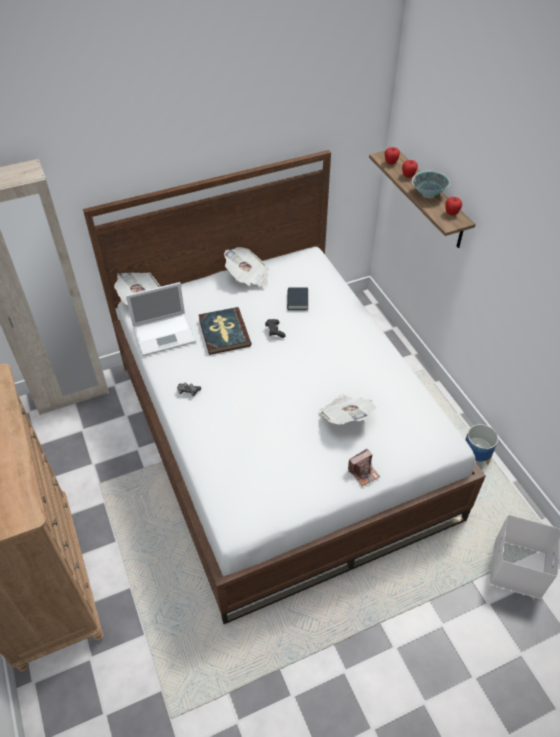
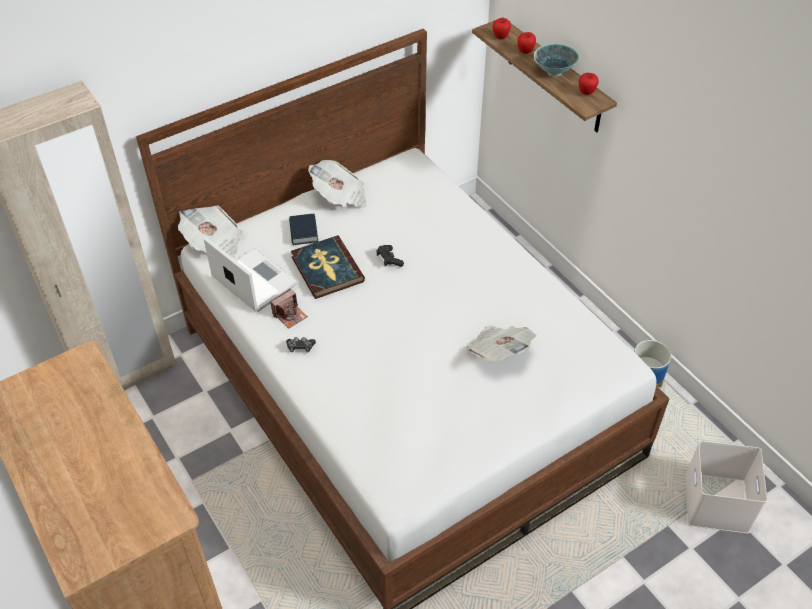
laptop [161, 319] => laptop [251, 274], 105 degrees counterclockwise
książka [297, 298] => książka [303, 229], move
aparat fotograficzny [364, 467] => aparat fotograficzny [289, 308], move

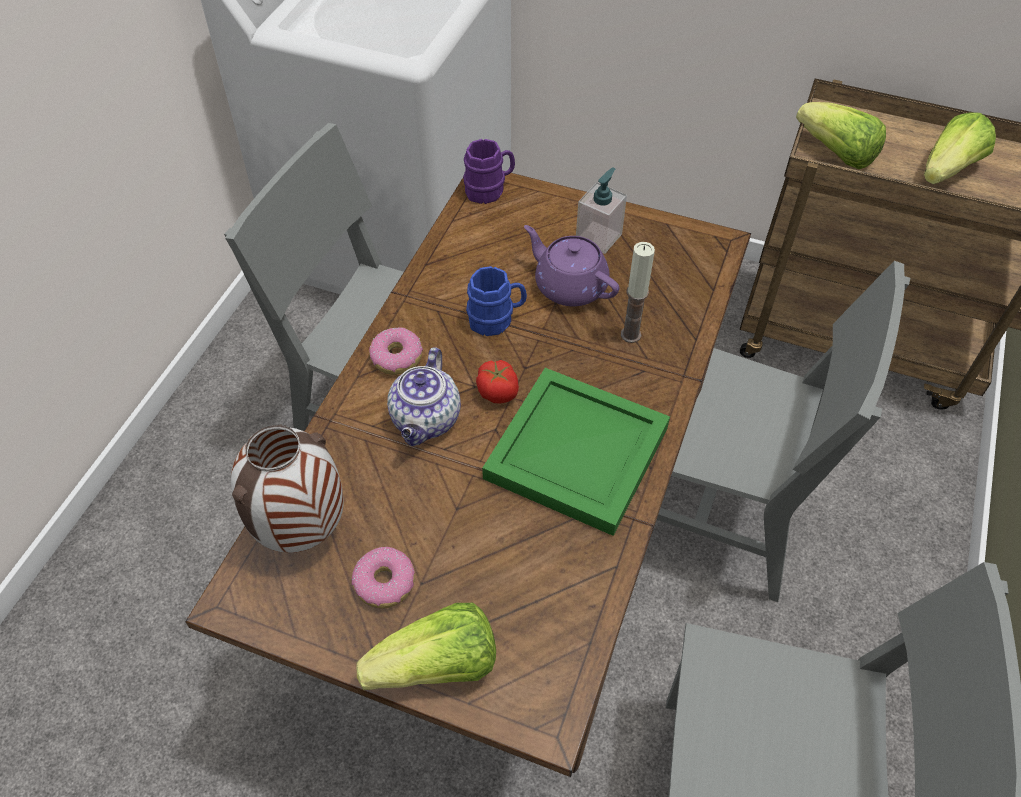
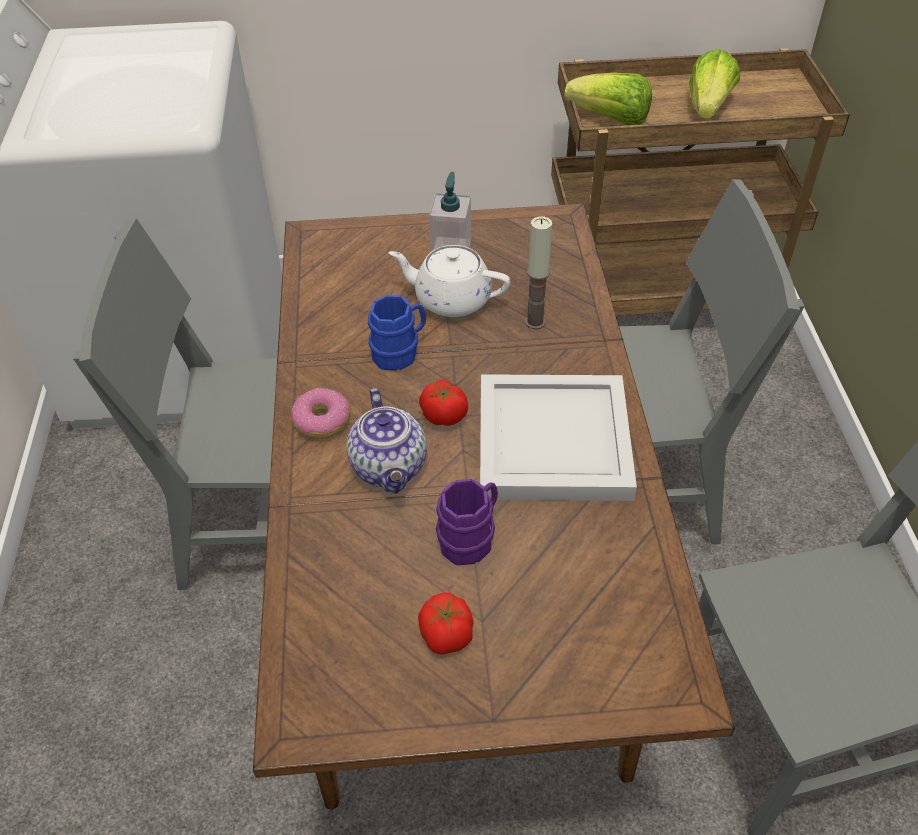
kubek/fioletowy [489, 171] => kubek/fioletowy [467, 522], move
imbryk/fioletowy [571, 265] => imbryk/biały [449, 281]
taca/zielony [576, 452] => taca/biały [558, 437]
wazon [287, 488] => nothing
donut [383, 577] => pomidor [446, 624]
sałata [426, 646] => nothing

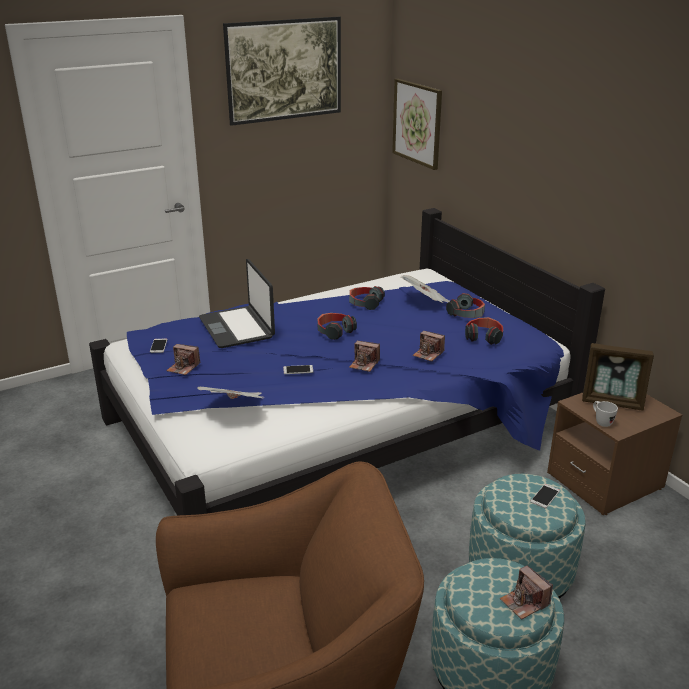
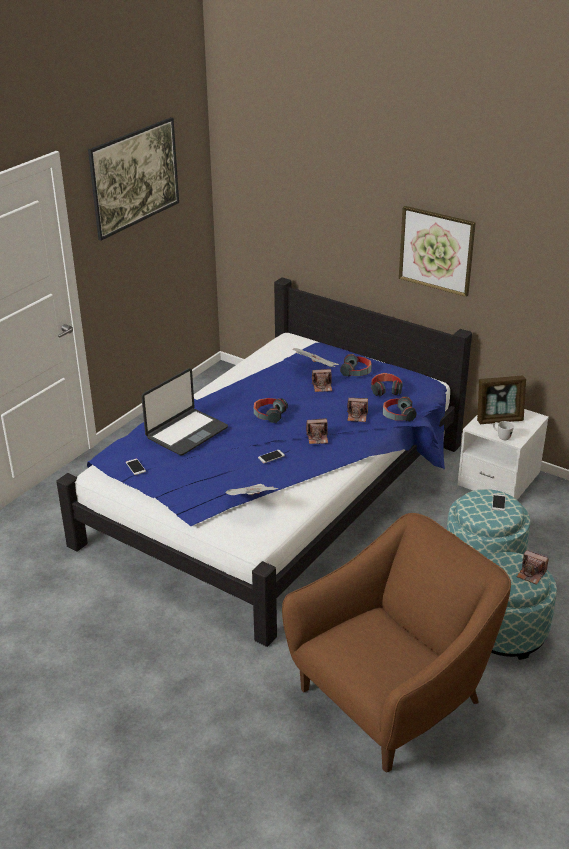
obraz [417, 124] => obraz [437, 251], move
laptop [237, 303] => laptop [184, 411], 90 degrees counterclockwise
słuchawki [367, 298] => słuchawki [400, 409], move
aparat fotograficzny [183, 359] => aparat fotograficzny [322, 380], move
szafka nocna/brązowy [614, 454] => szafka nocna/biały [503, 454]

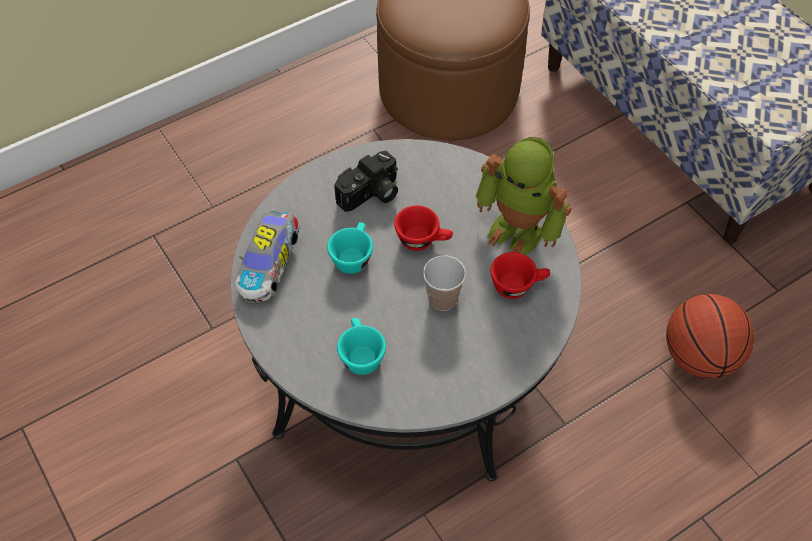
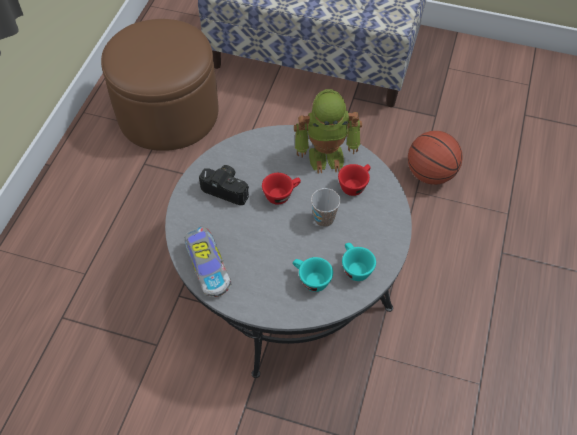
aparat fotograficzny [366, 181] => aparat fotograficzny [224, 185], 75 degrees counterclockwise
filiżanka/turkusowy [350, 248] => filiżanka/turkusowy [359, 262], move

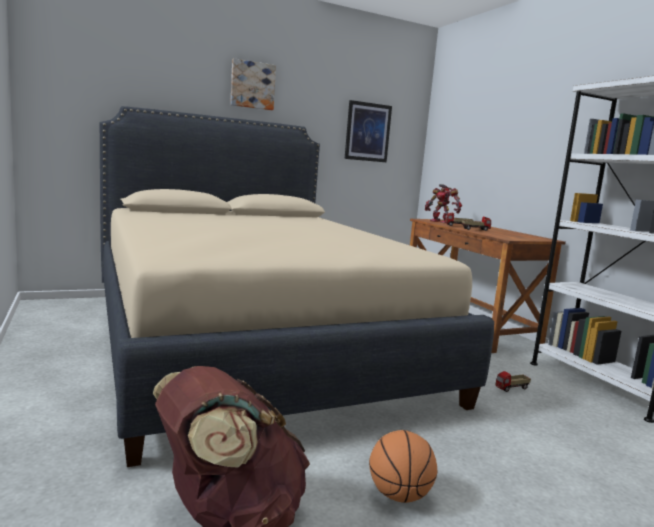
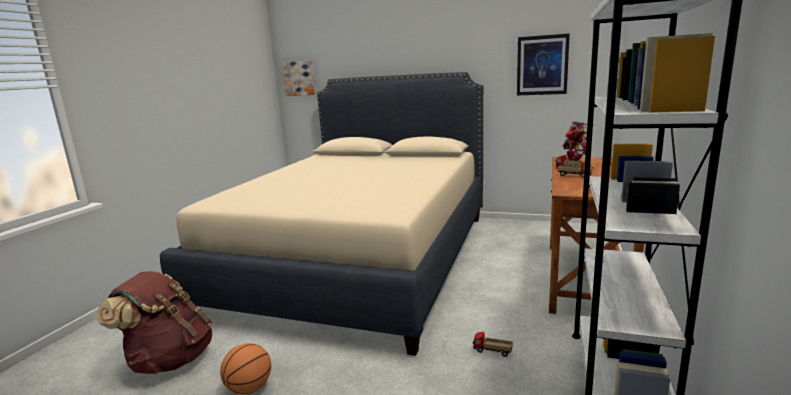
obraz [253, 84] => obraz [299, 78], move

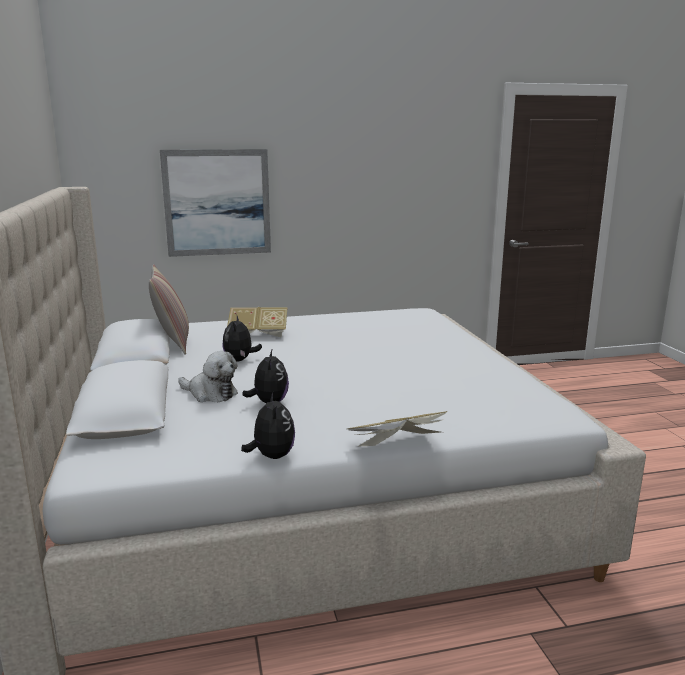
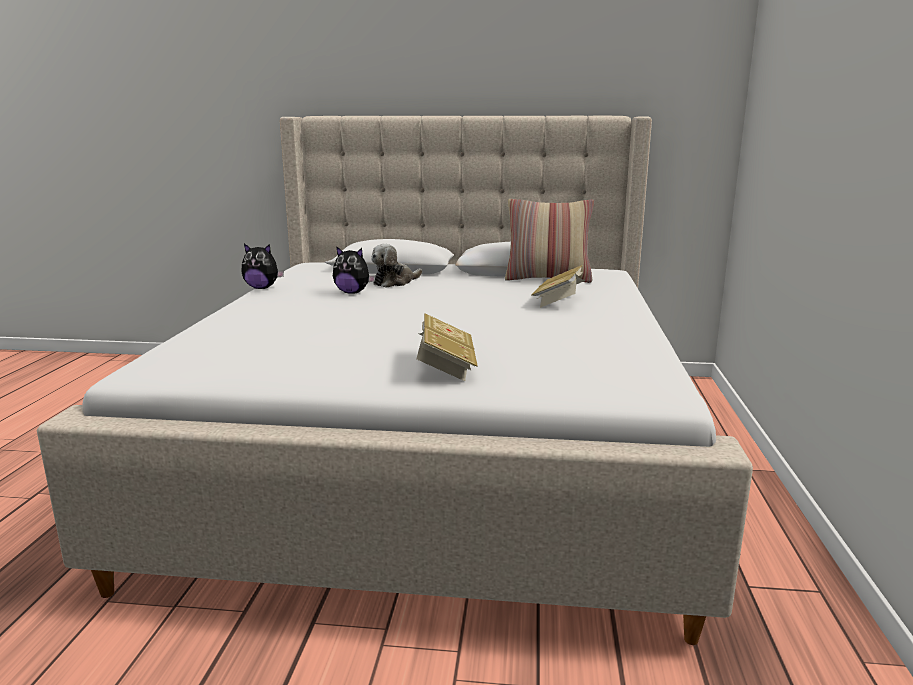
obraz [215, 203] => nothing
pluszak [242, 338] => nothing
książka [397, 429] => książka [447, 347], move

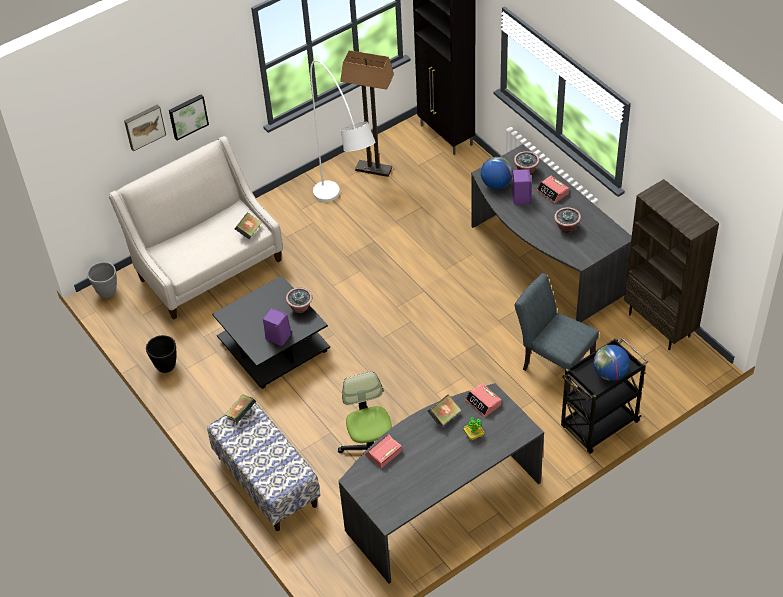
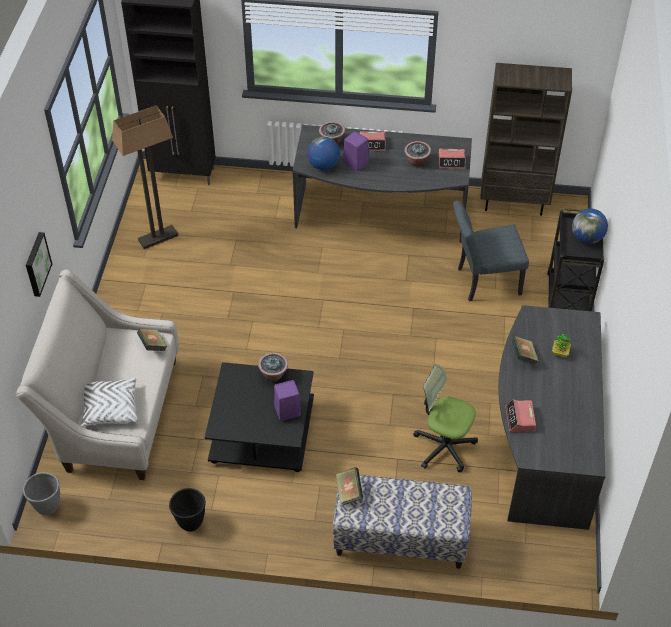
lampa stojąca/biały [342, 131] => nothing
obraz [145, 127] => nothing
budzik [483, 400] => budzik [452, 159], move
nothing => poduszka/biały [109, 402]

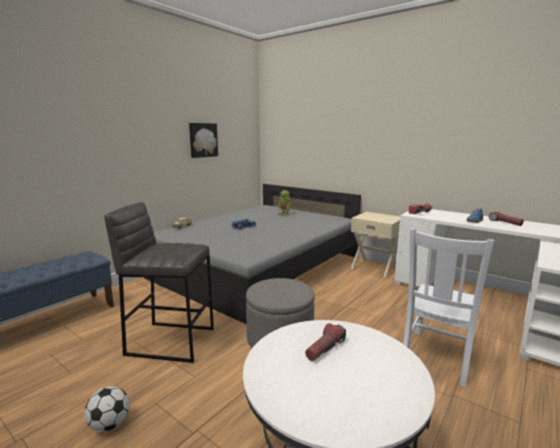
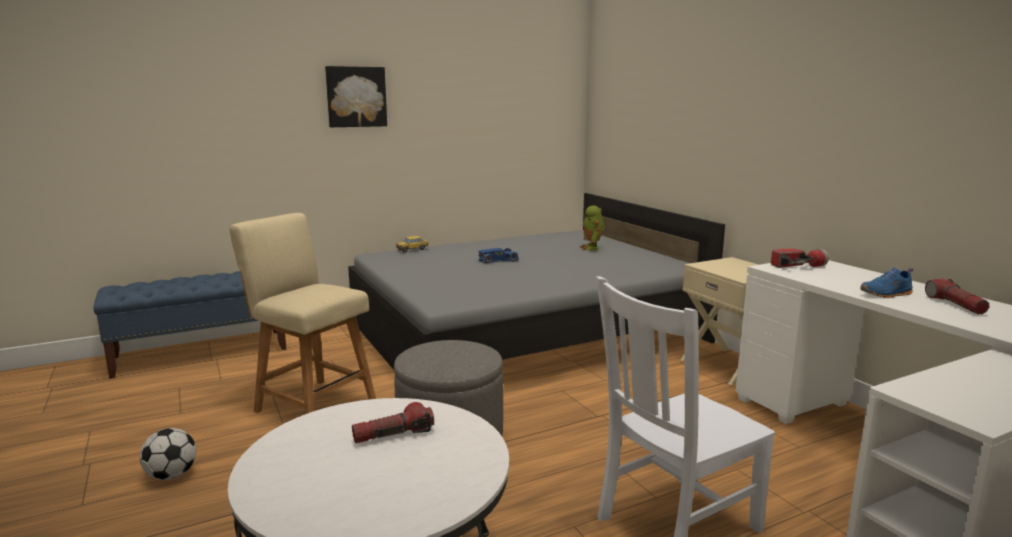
obraz [203, 140] => obraz [356, 96], move
stołek/szary [159, 282] => krzesło/beżowy [303, 313]

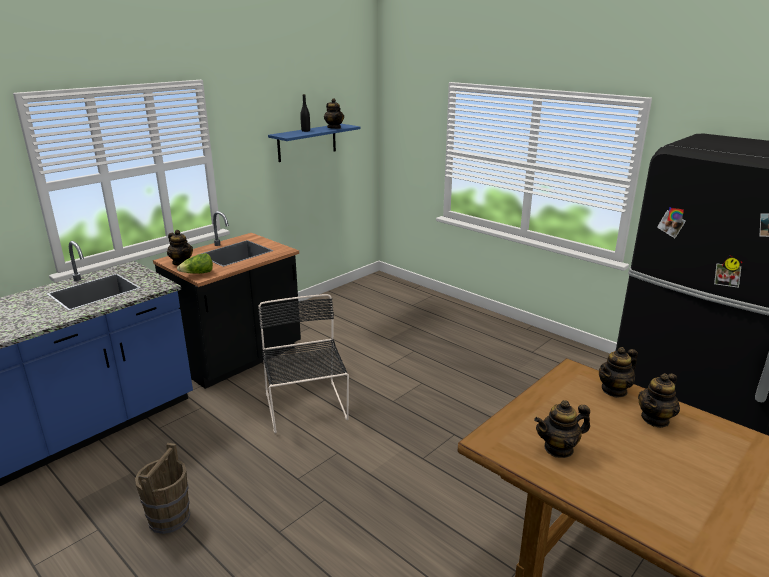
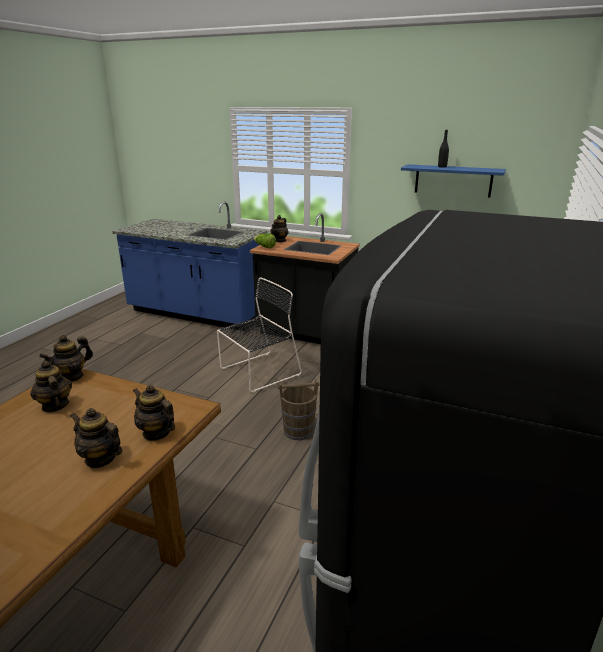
imbryk [334, 113] => imbryk [66, 358], move
wiadro/brązowy [162, 488] => wiadro/brązowy [298, 409], move

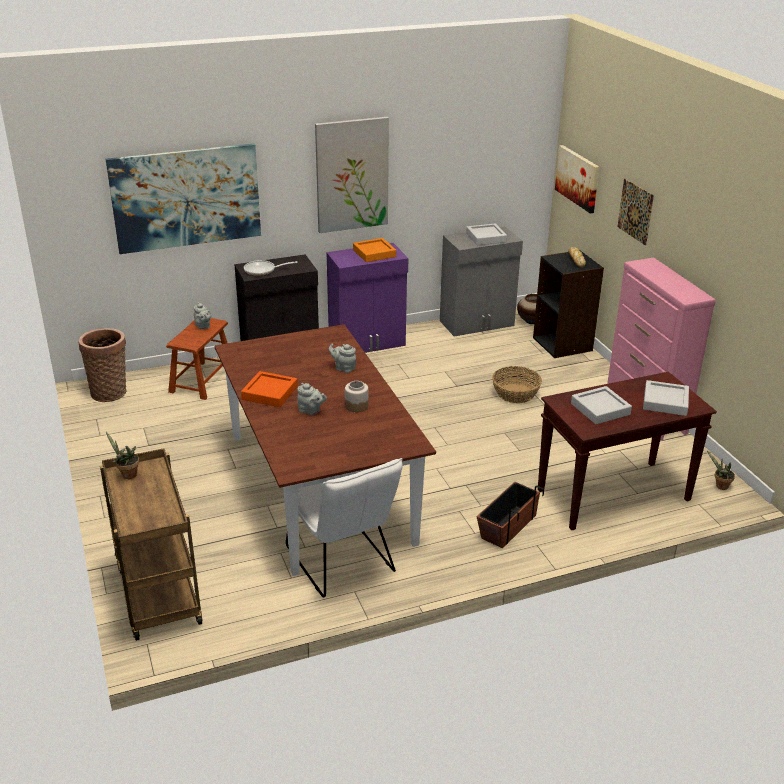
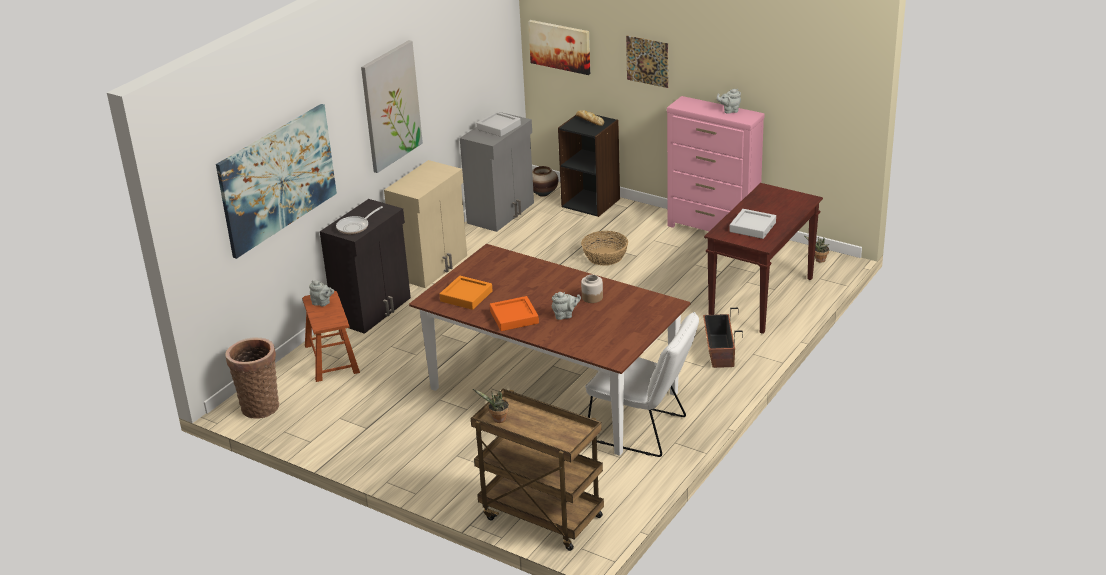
taca/pomarańczowy [374, 250] => taca/pomarańczowy [466, 293], move
szafka/fioletowy [367, 298] => szafka/beżowy [425, 224]
imbryk/szary [342, 358] => imbryk/szary [729, 101], move
taca/szary [666, 398] => nothing

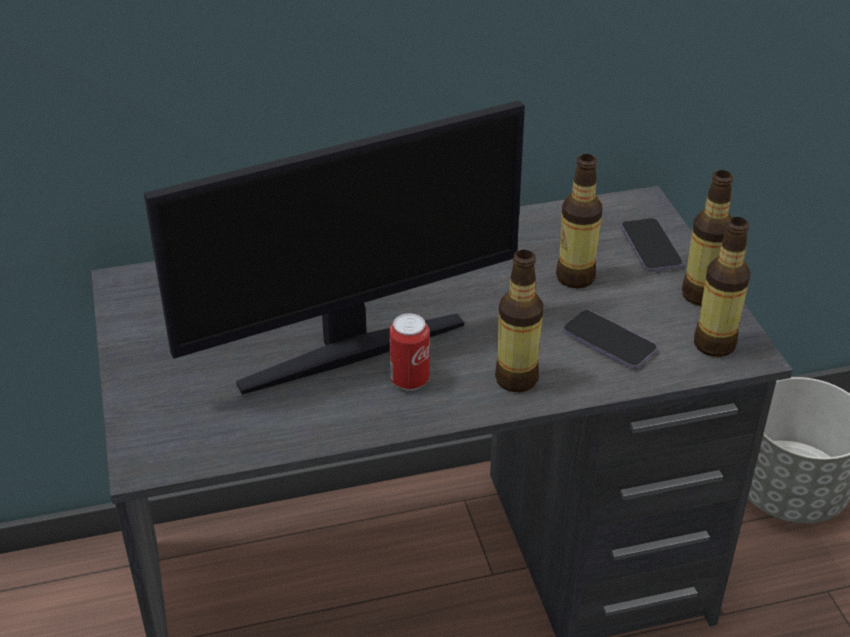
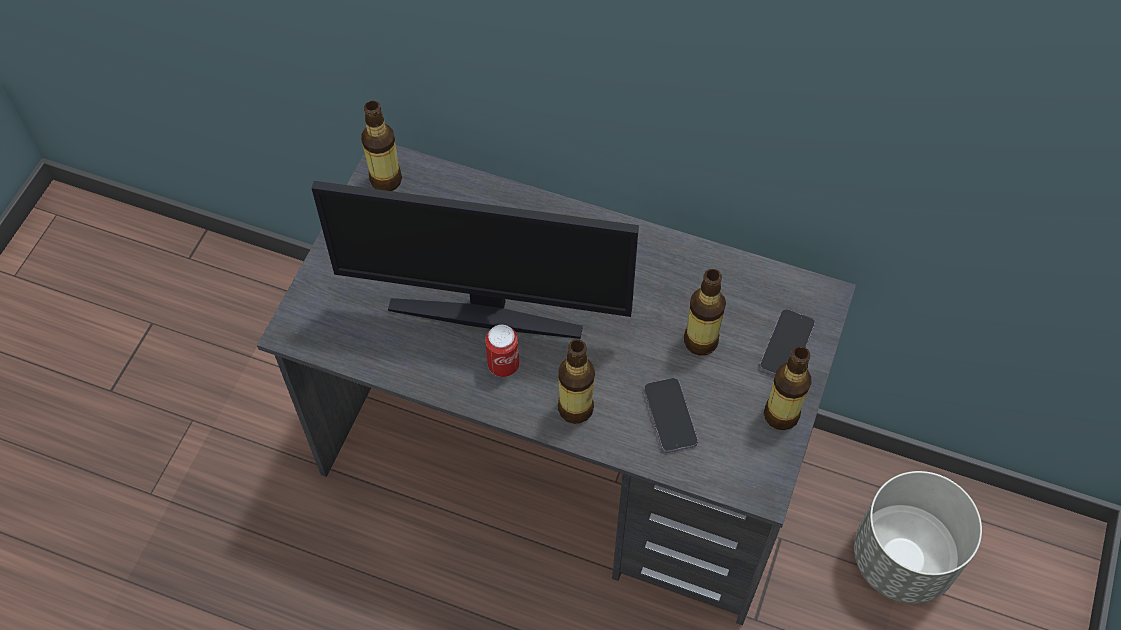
butelka [722, 287] => butelka [381, 146], move

